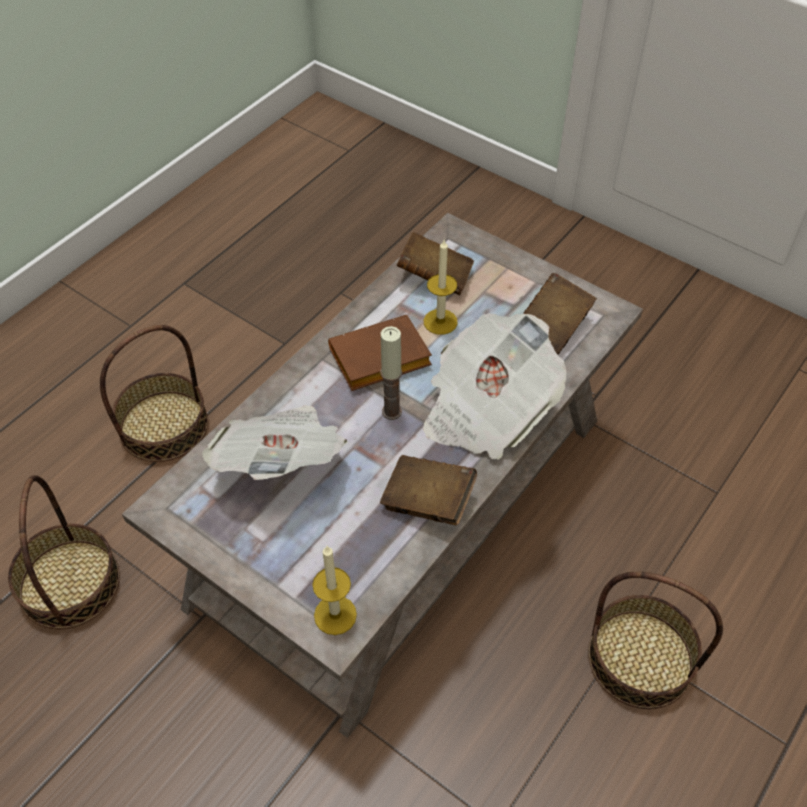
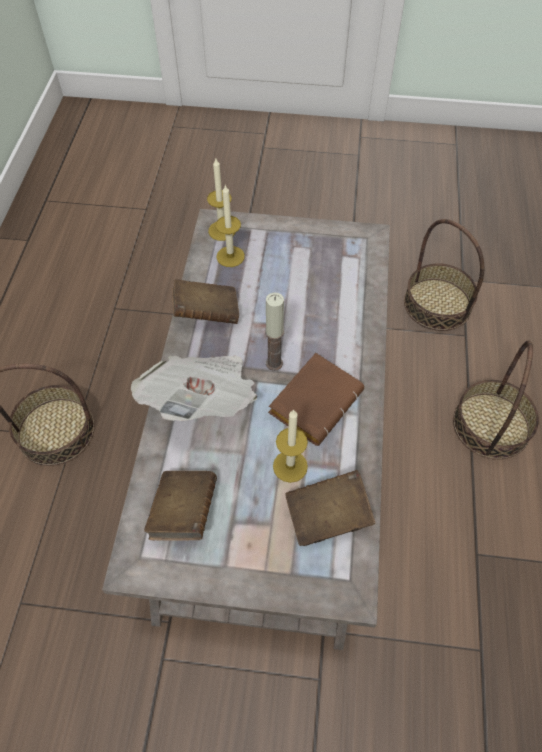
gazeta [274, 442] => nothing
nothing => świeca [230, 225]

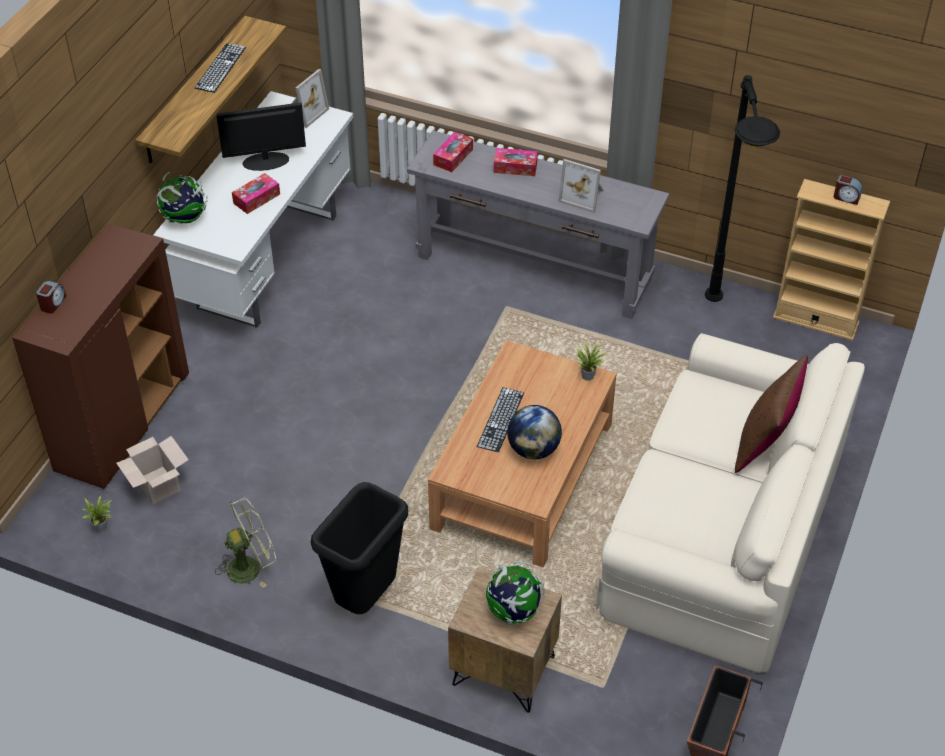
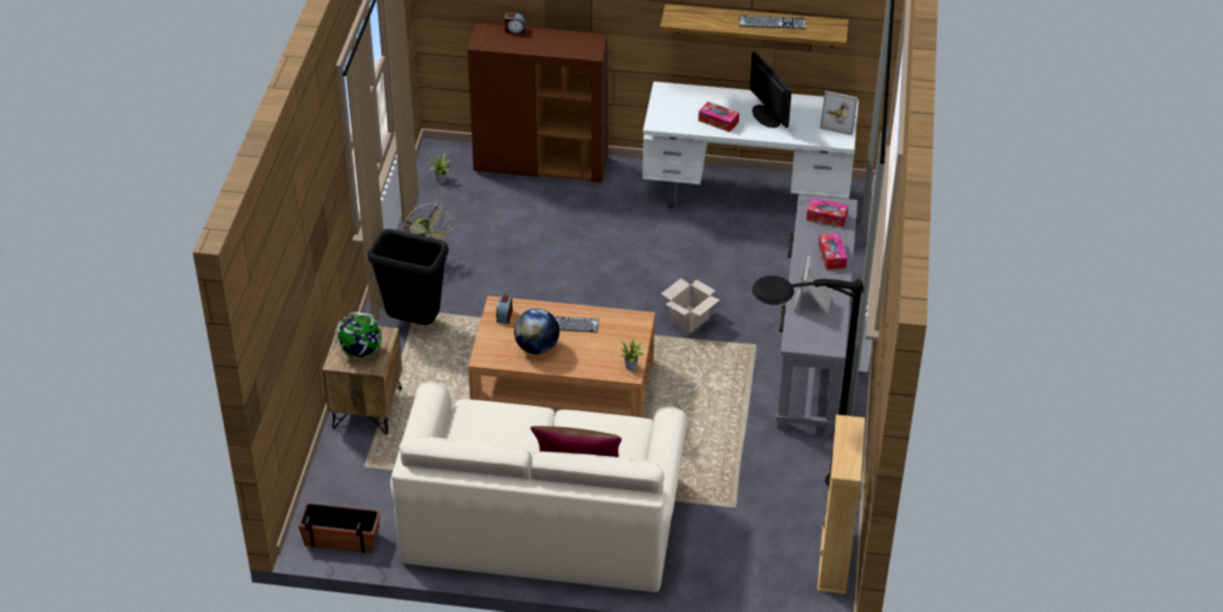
globus [182, 198] => nothing
budzik [848, 190] => budzik [504, 309], move
karton [152, 470] => karton [690, 306], move

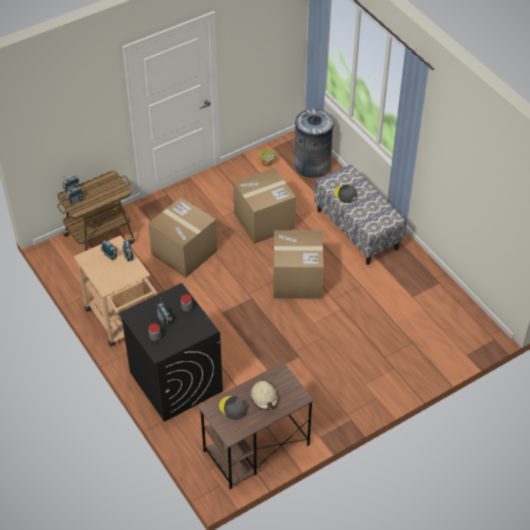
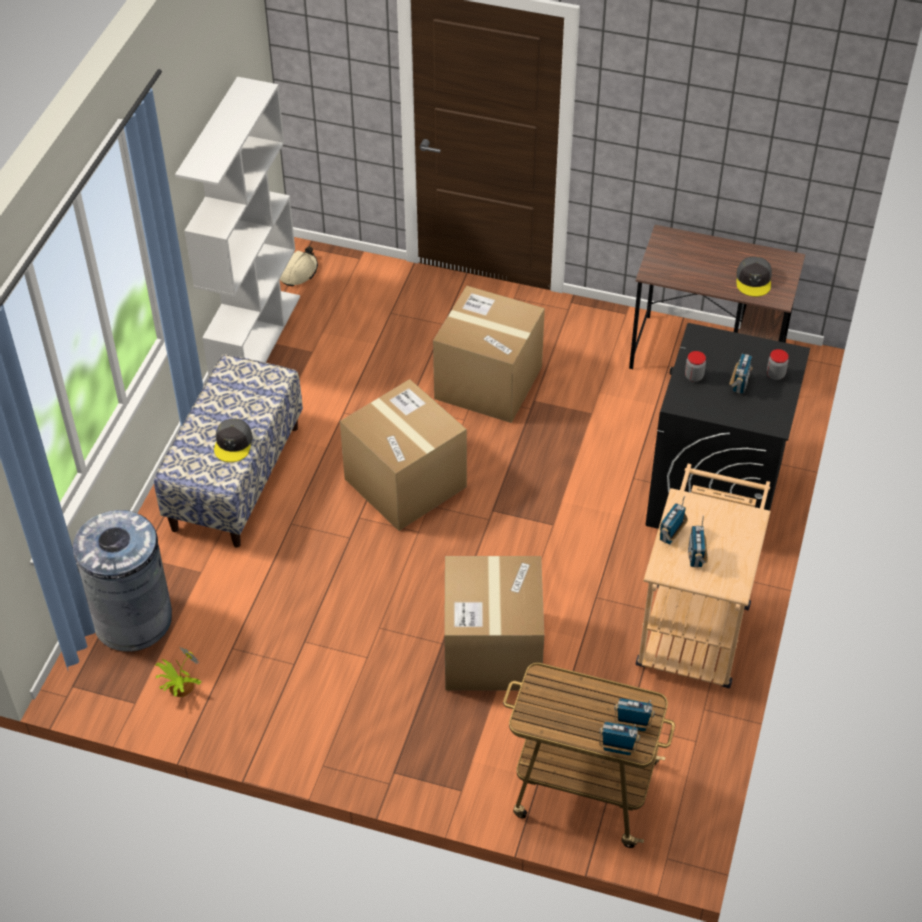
karton [264, 205] => karton [489, 354], move
kask/beżowy [264, 395] => kask/beżowy [299, 266], move
nothing => regał/biały [237, 226]

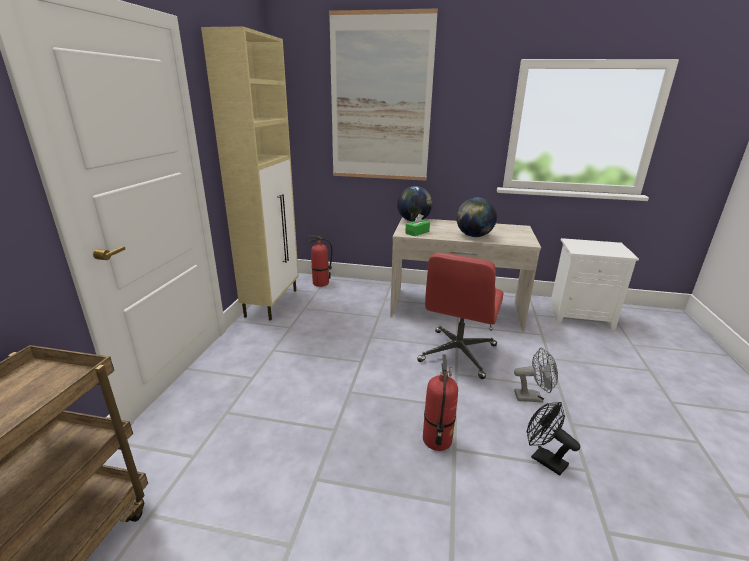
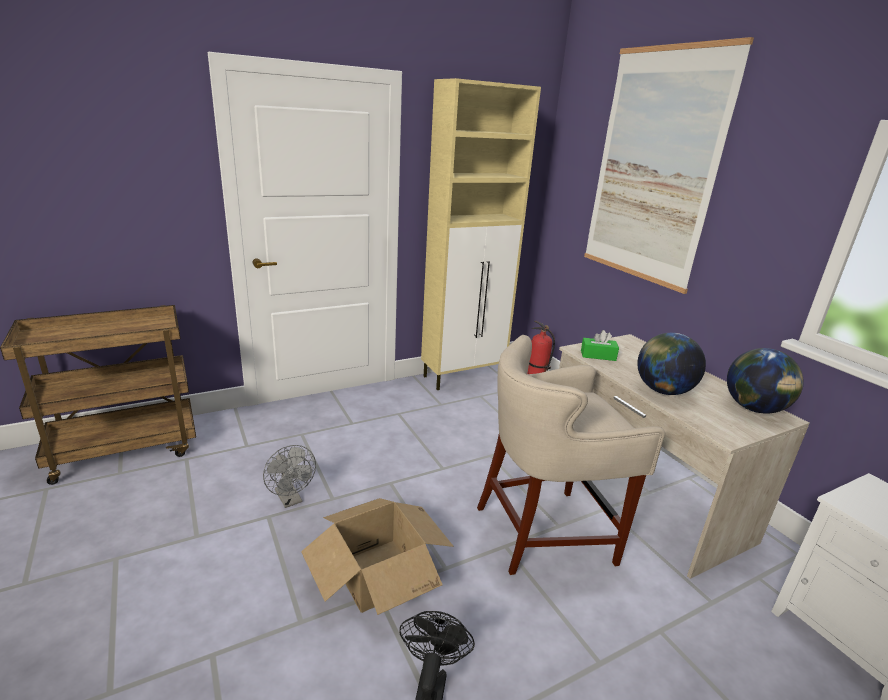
globus [415, 204] => globus [765, 381], move
krzesło biurowe/czerwony [460, 315] => stołek/beżowy [571, 455]
wentylator/szary [536, 375] => wentylator/szary [289, 476], move
gaśnica [440, 402] => karton [377, 556]

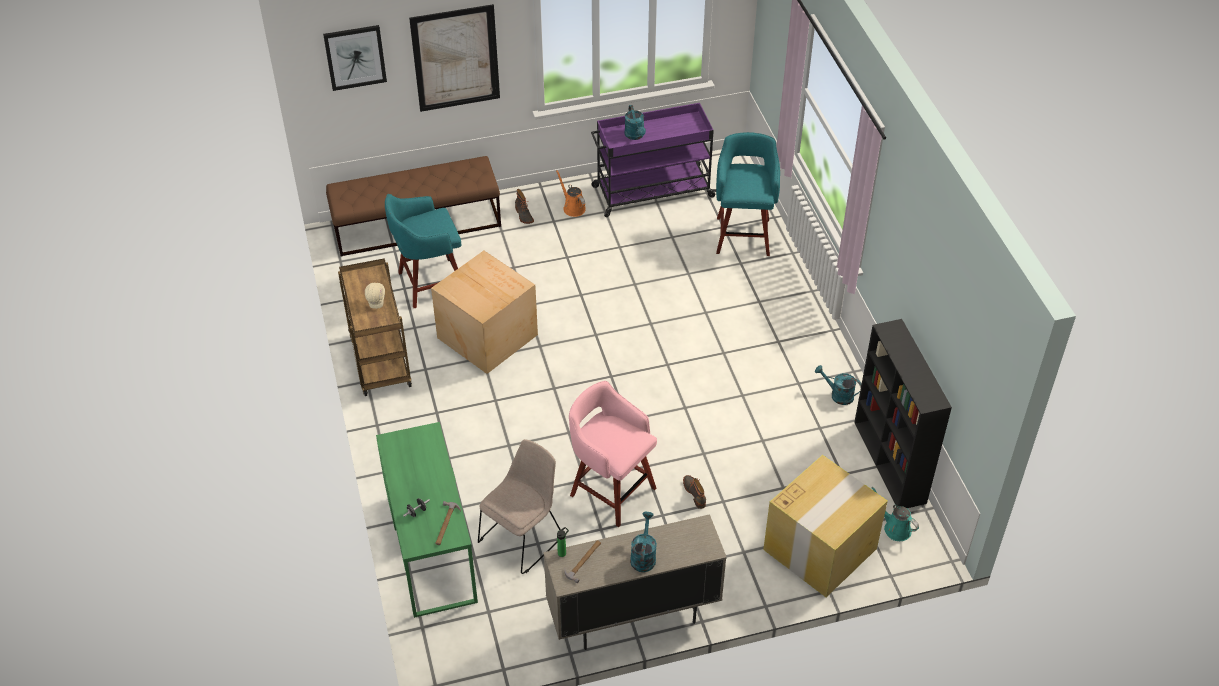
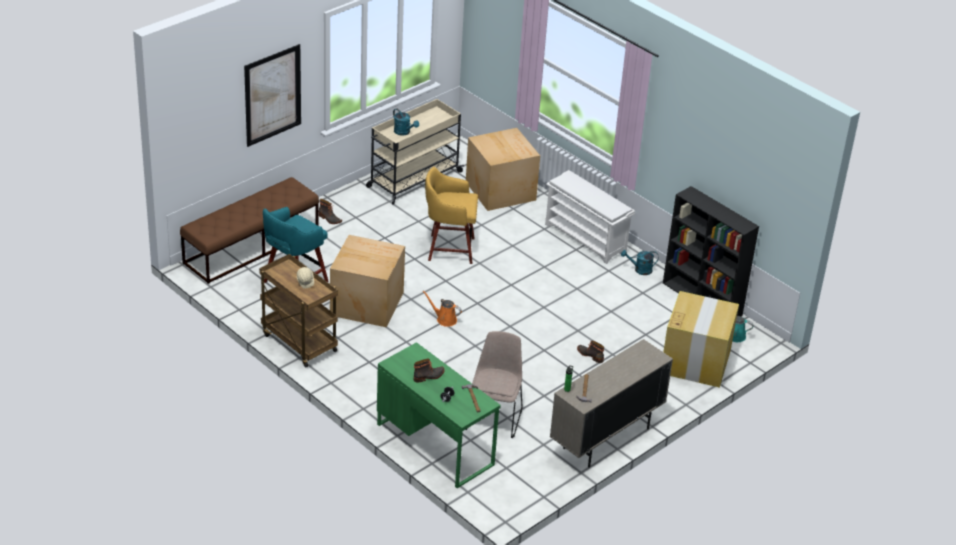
obraz [355, 58] => nothing
wózek/fioletowy [653, 160] => wózek/beżowy [415, 152]
stołek/turkusowy [748, 194] => karton [503, 169]
konewka/pomarańczowy [571, 193] => konewka/pomarańczowy [442, 309], move
stołek/różowy [613, 454] => nothing
konewka/turkusowy [643, 542] => nothing
nothing => stołek/żółty [451, 215]
nothing => regał na buty/biały [590, 217]
nothing => but z cholewką [429, 371]

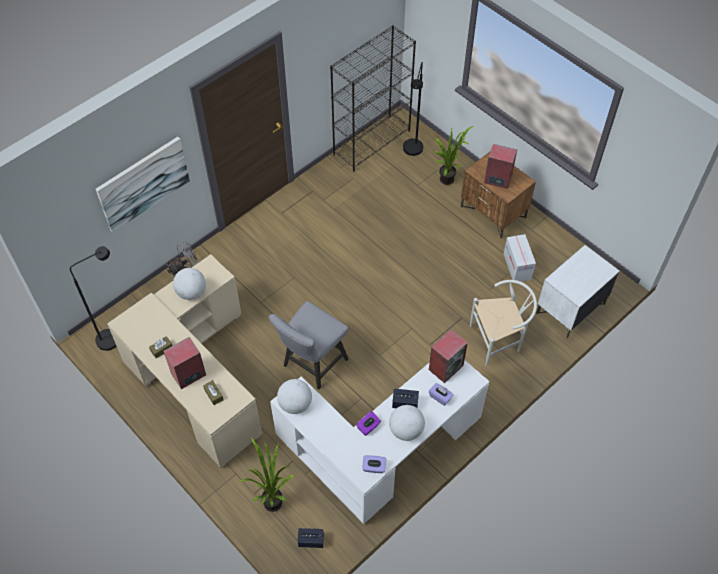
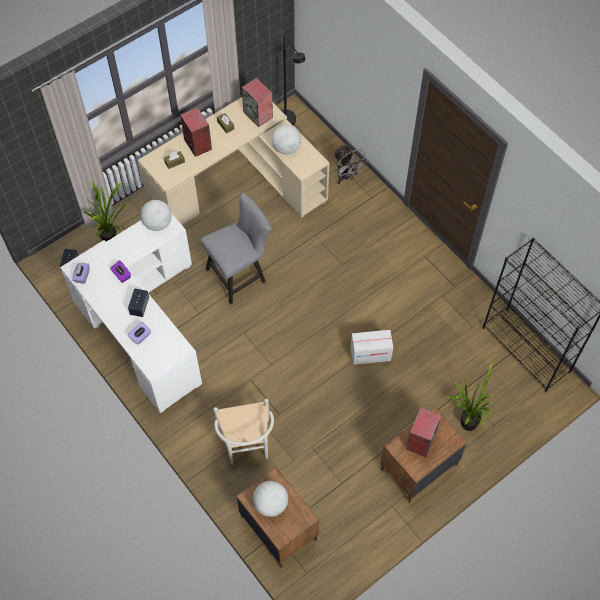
lampa stojąca/czarny [413, 109] => nothing
obraz [143, 184] => nothing
karton [520, 258] => karton [372, 347], move
szafka nocna/biały [577, 292] => szafka nocna/brązowy [277, 517]
krzesło/szary [309, 345] => krzesło/szary [235, 249], 105 degrees clockwise
głośnik [448, 356] => głośnik [257, 102], move
globus [407, 423] => globus [270, 499], move

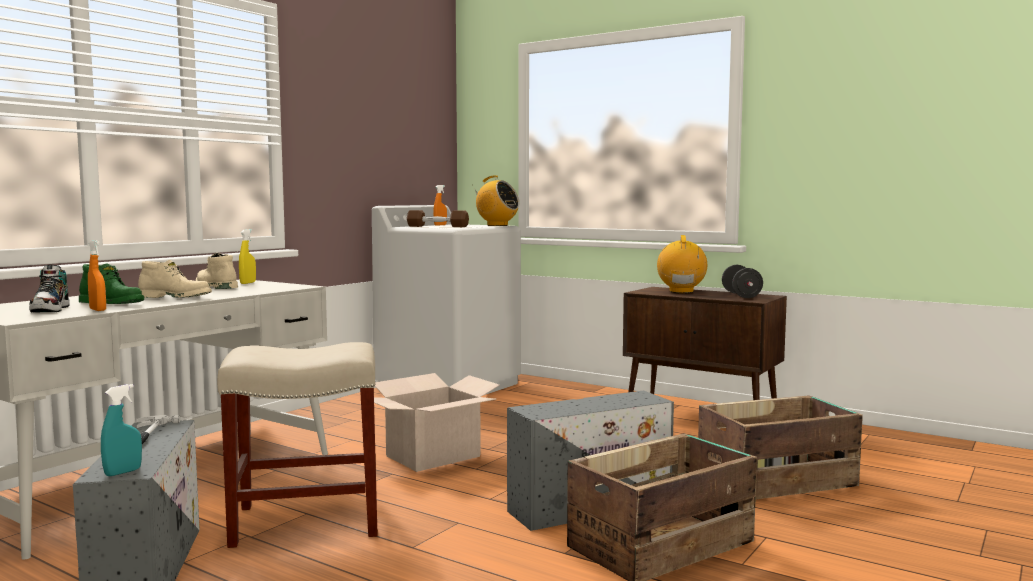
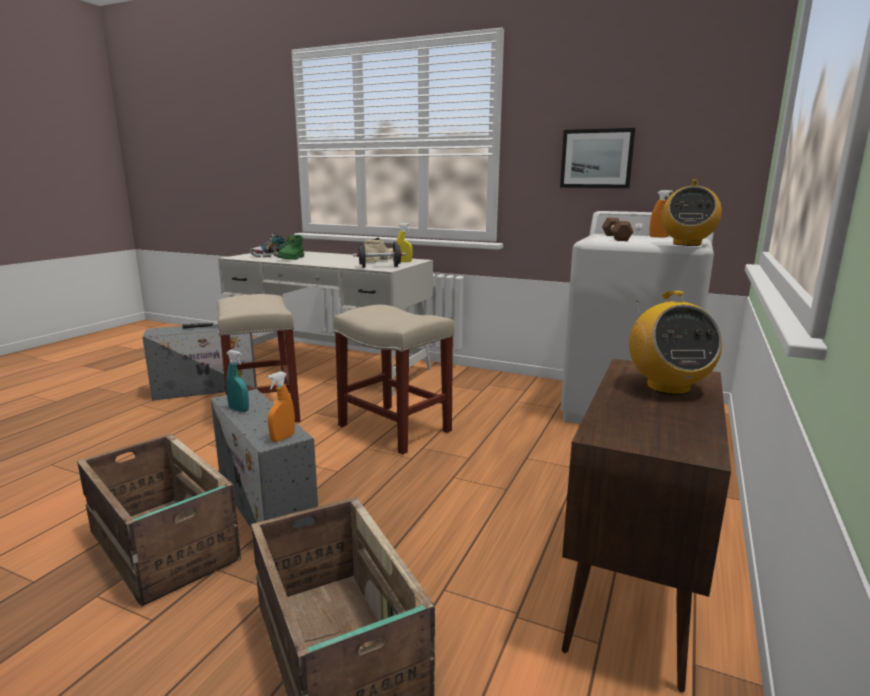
radio [682, 264] => radio [675, 343], 90 degrees clockwise
spryskiwacz/pomarańczowy [97, 275] => spryskiwacz/pomarańczowy [281, 406], move
but z cholewką/beżowy [175, 279] => nothing
hantel/czarny [742, 281] => hantel/czarny [379, 255], move
karton [436, 422] => stołek/beżowy [394, 380]
spryskiwacz/turkusowy [121, 430] => spryskiwacz/turkusowy [237, 381], move
nothing => obraz [597, 158]

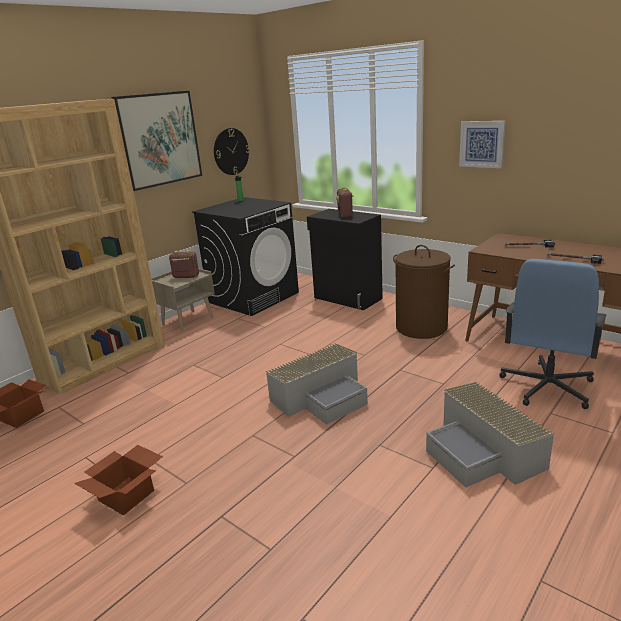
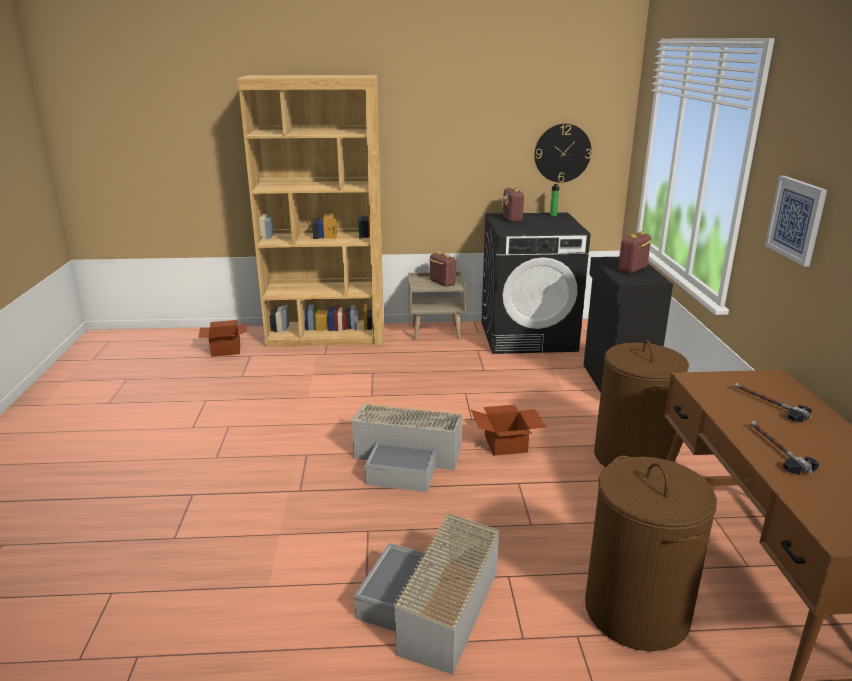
obraz [156, 141] => nothing
krzesło biurowe/niebieski [553, 334] => kosz na pranie/brązowy [651, 553]
karton [118, 480] => karton [508, 430], move
nothing => radio [514, 204]

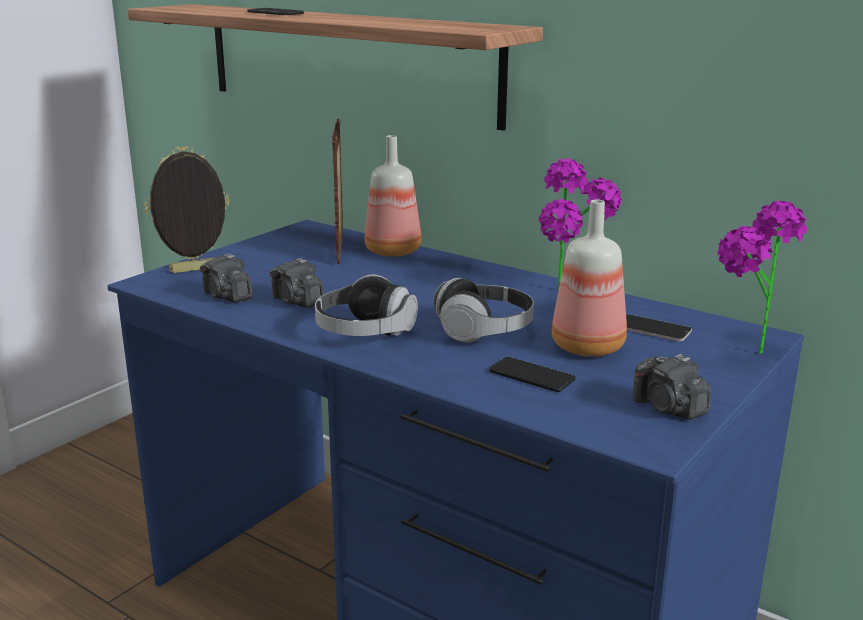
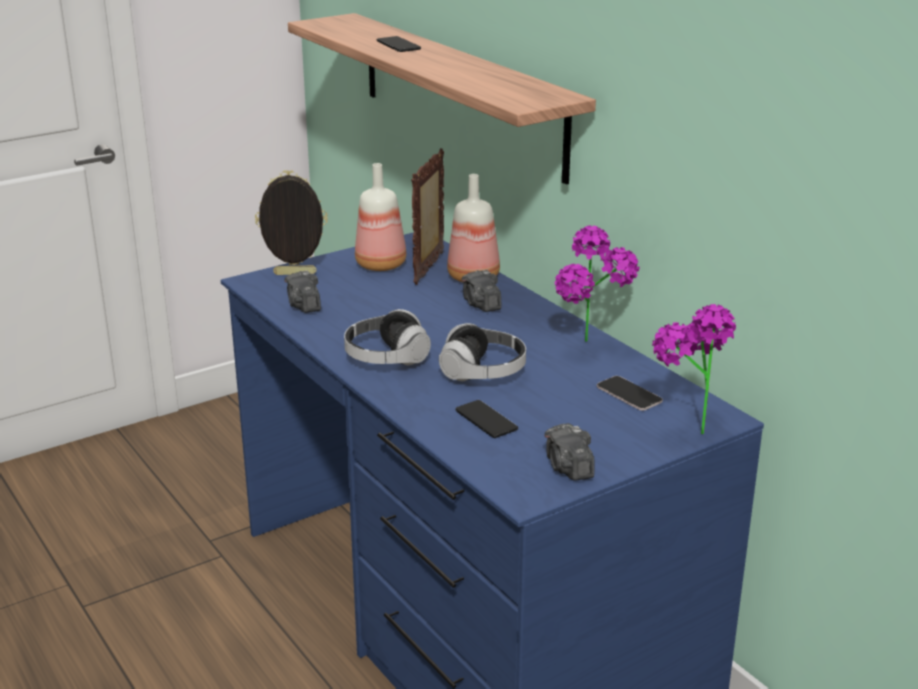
butelka [589, 278] => butelka [380, 217], move
aparat fotograficzny [296, 283] => aparat fotograficzny [481, 291], move

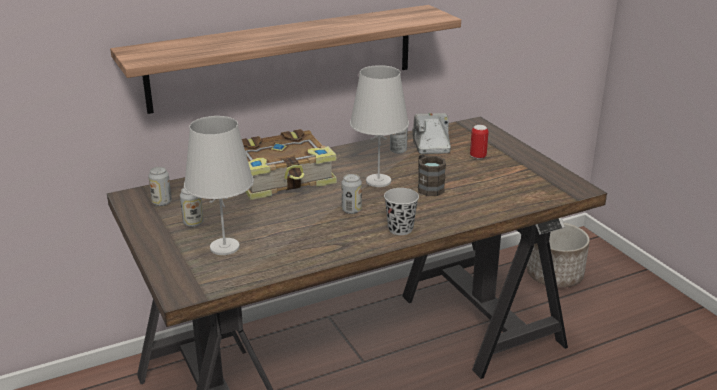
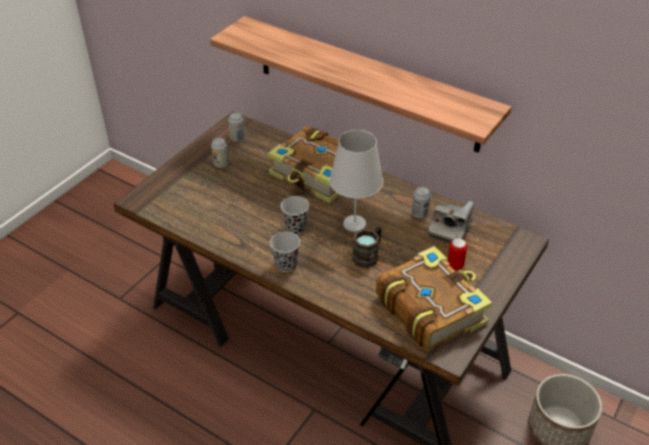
aparat fotograficzny [431, 133] => aparat fotograficzny [451, 222], 150 degrees clockwise
lampa stołowa/biały [219, 185] => nothing
puszka [352, 194] => filiżanka/czarny [295, 215]
nothing => książka [434, 298]

